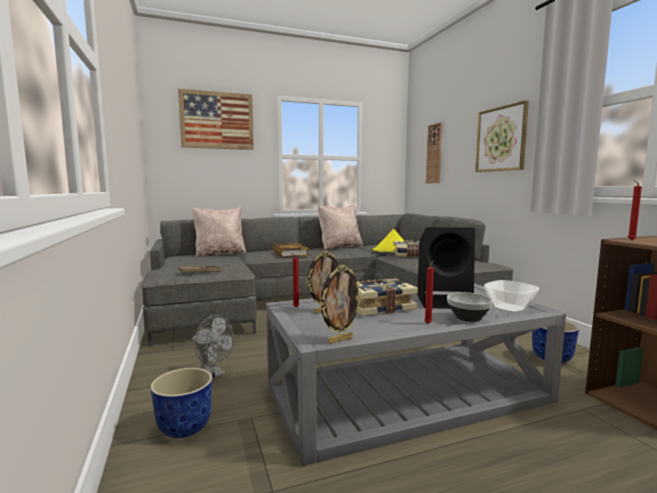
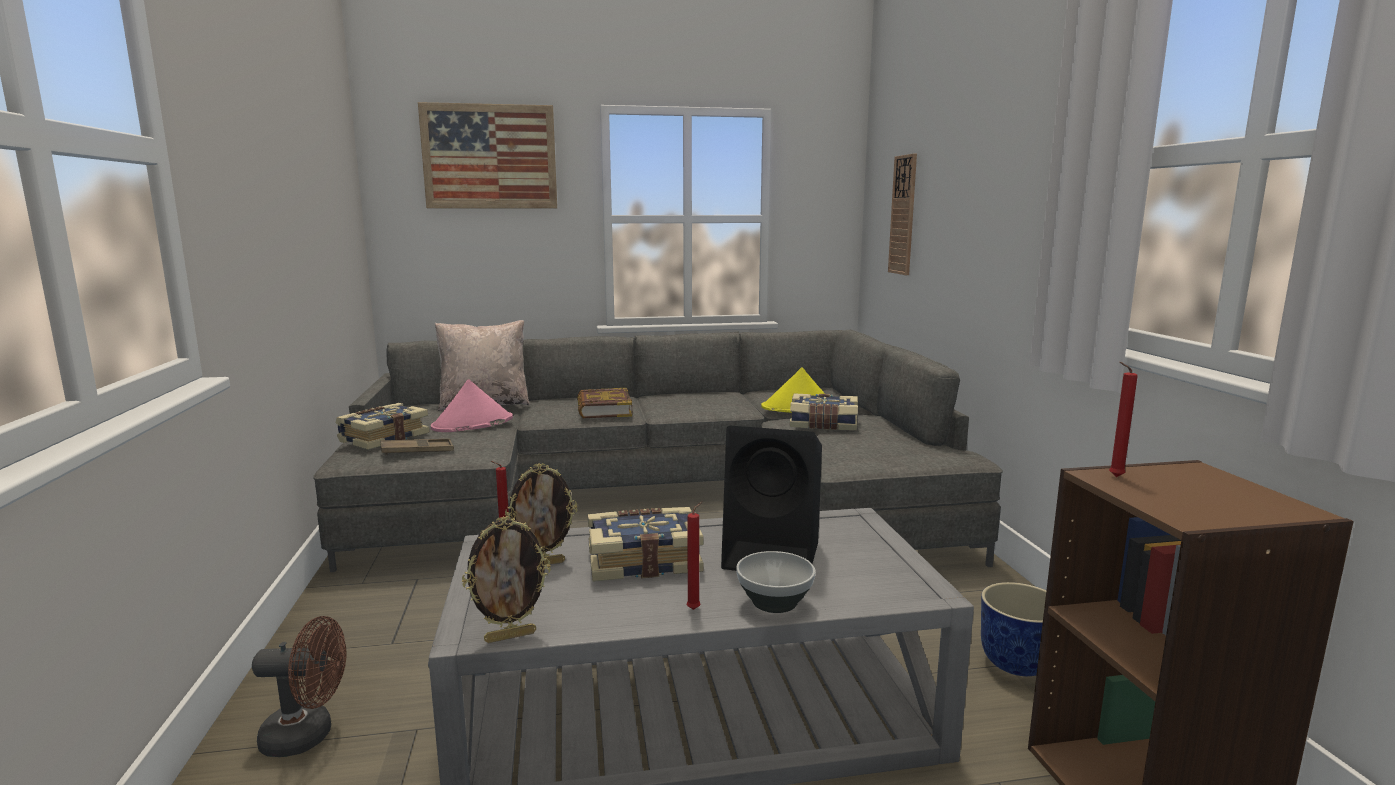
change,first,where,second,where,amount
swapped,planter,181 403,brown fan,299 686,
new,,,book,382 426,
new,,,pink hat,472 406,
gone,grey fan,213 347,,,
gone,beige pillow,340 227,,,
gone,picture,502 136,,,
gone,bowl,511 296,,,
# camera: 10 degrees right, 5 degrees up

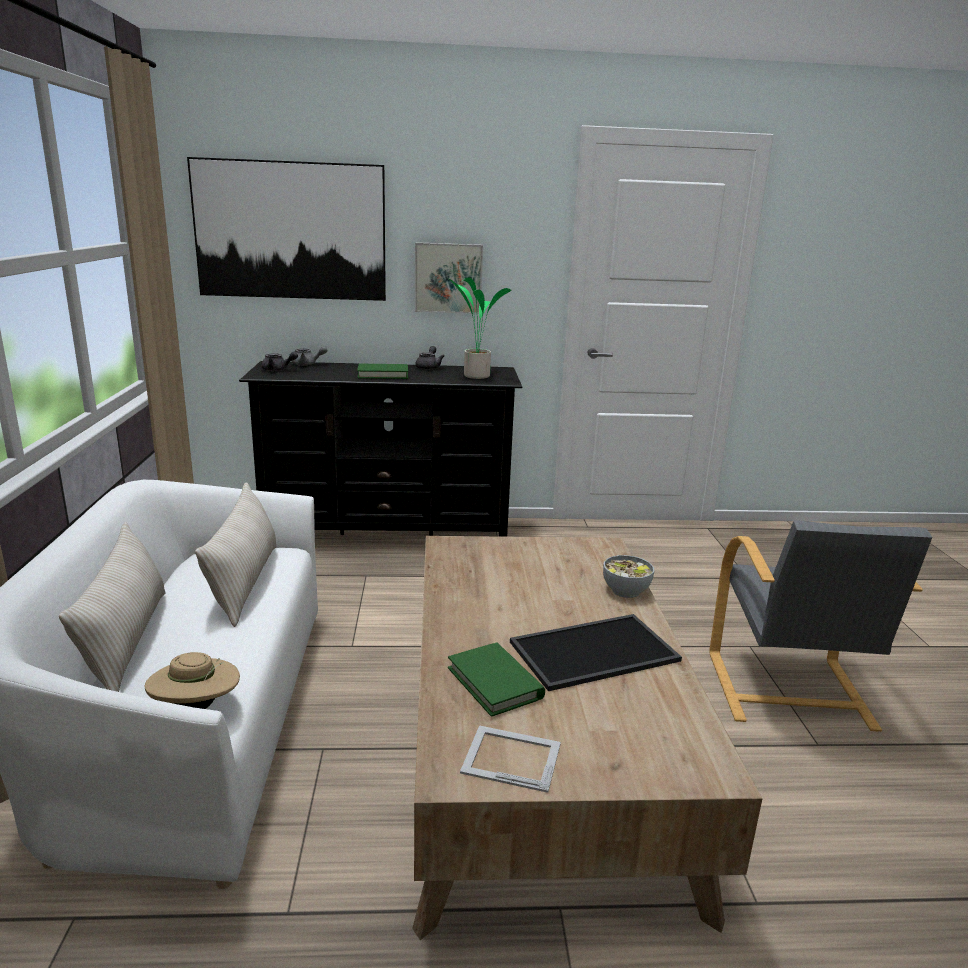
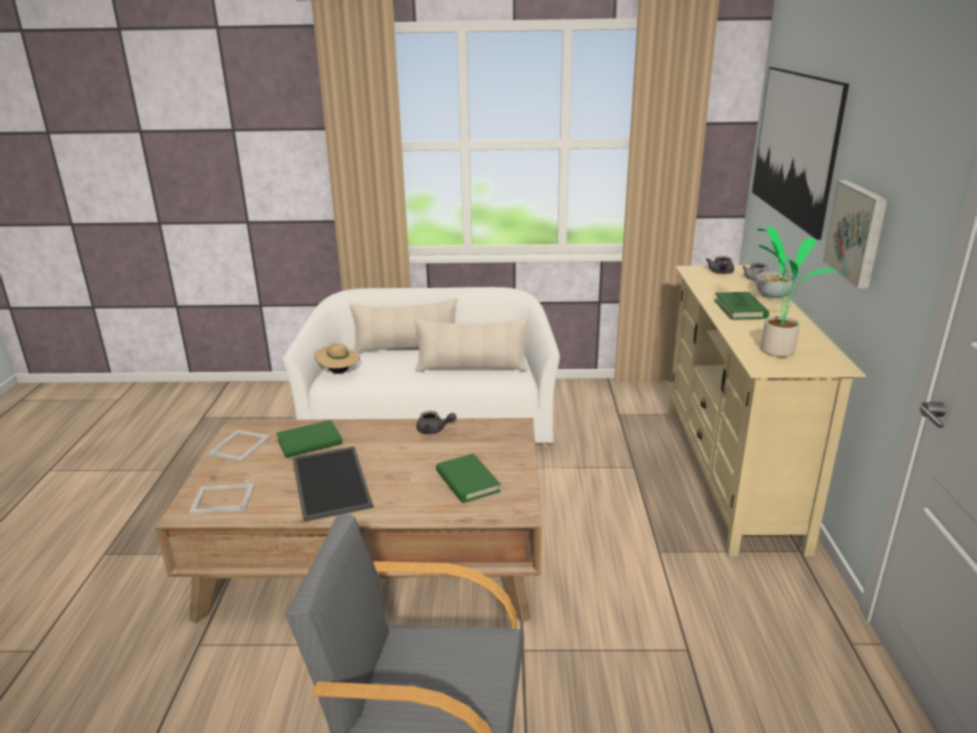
change,first,where,second,where,amount
new,,,picture frame,222 498,
shifted,grey teapot,429 358,,436 422,
new,,,green book,468 478,
repainted,black tv stand,381 449,beige tv stand,767 411,
shifted,bowl,628 576,,775 285,
# camera: 95 degrees right, 5 degrees up

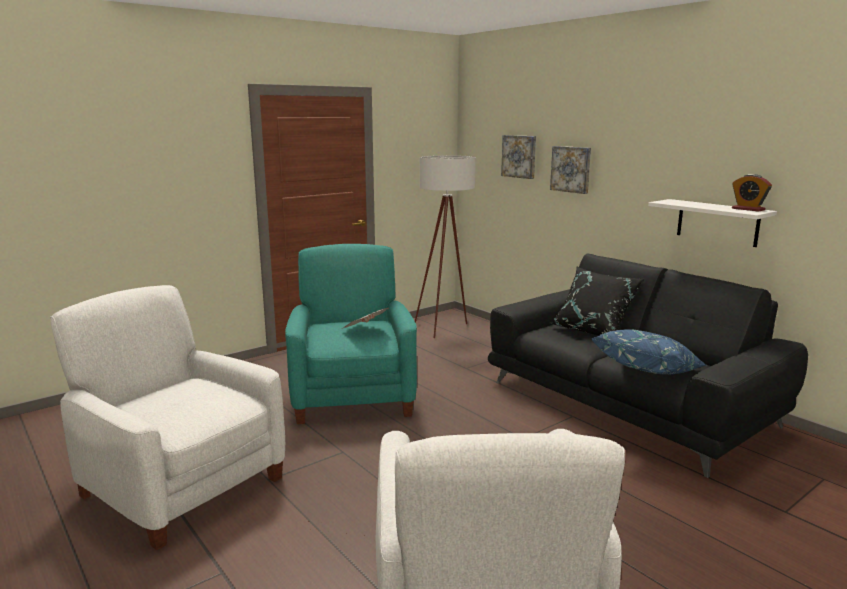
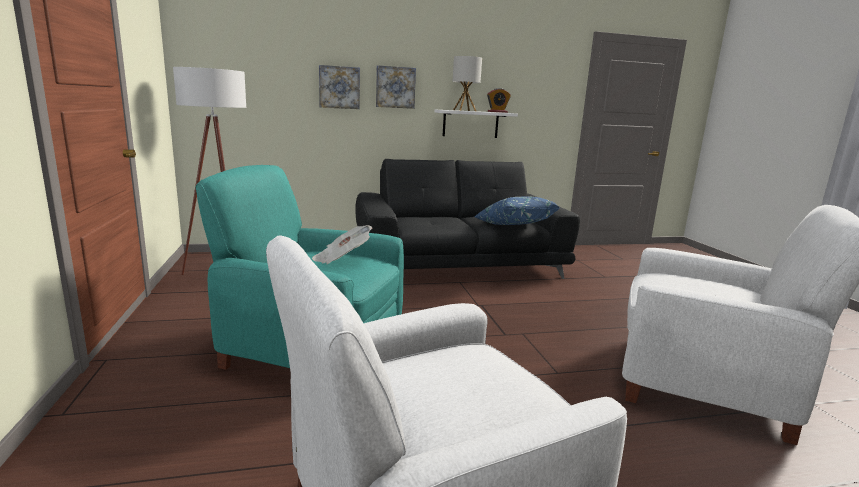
change,first,where,second,where,amount
shifted,picture,518 157,,396 87,
new,,,table lamp,467 83,
gone,black pillow,597 301,,,
# camera: 65 degrees left, 0 degrees up

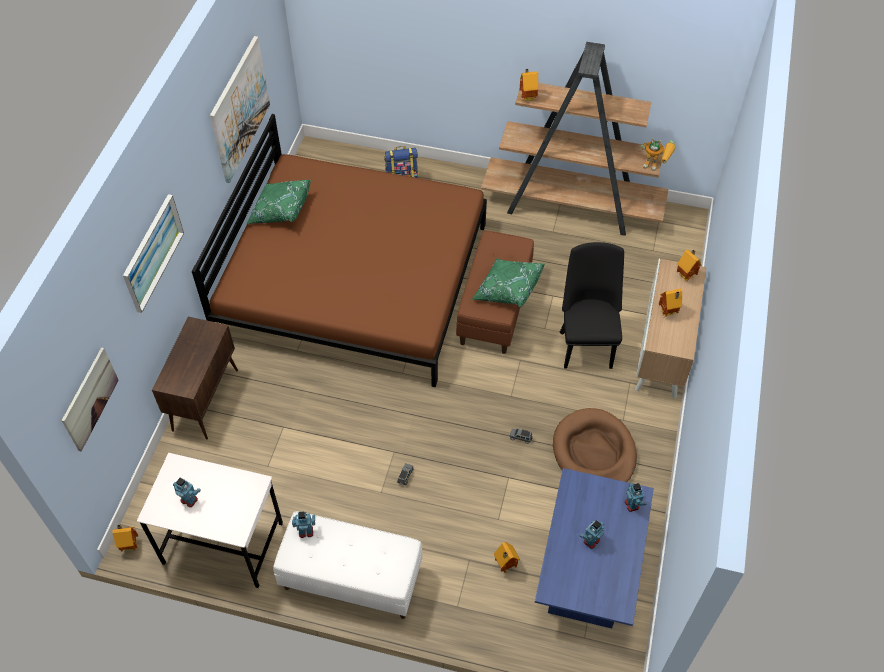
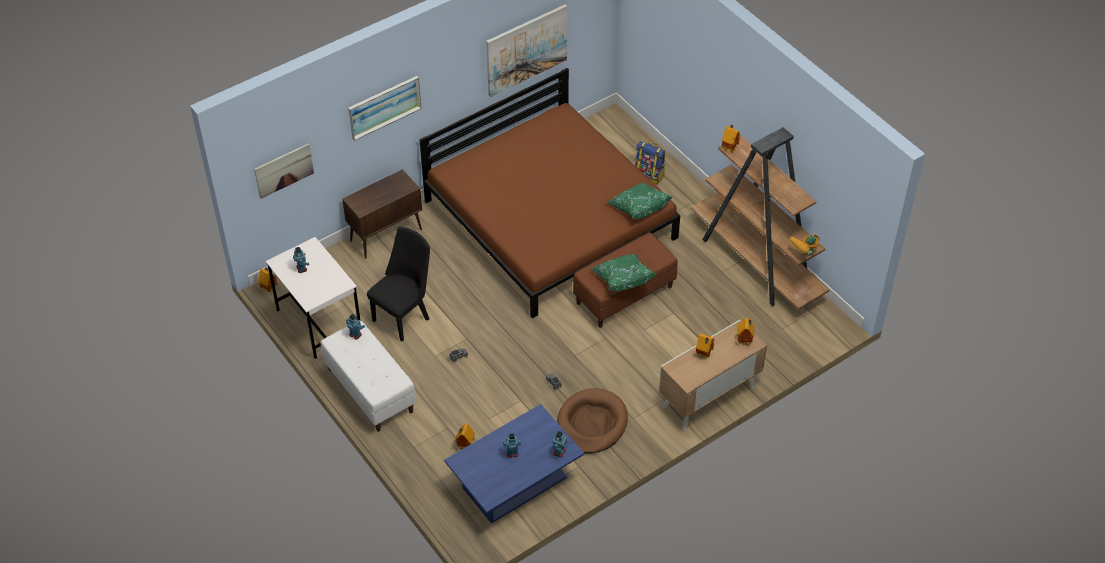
change,first,where,second,where,amount
shifted,black chair,591 305,,398 284,
shifted,green pillow,279 202,,639 201,
rotated,toy robot,657 154,,804 244,75 degrees clockwise
# camera: 40 degrees right, 5 degrees down

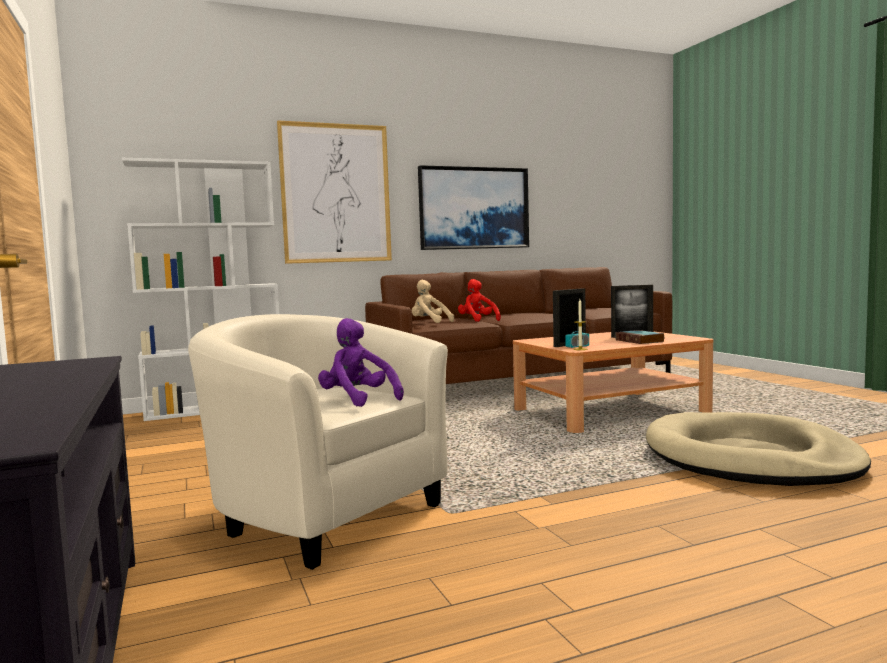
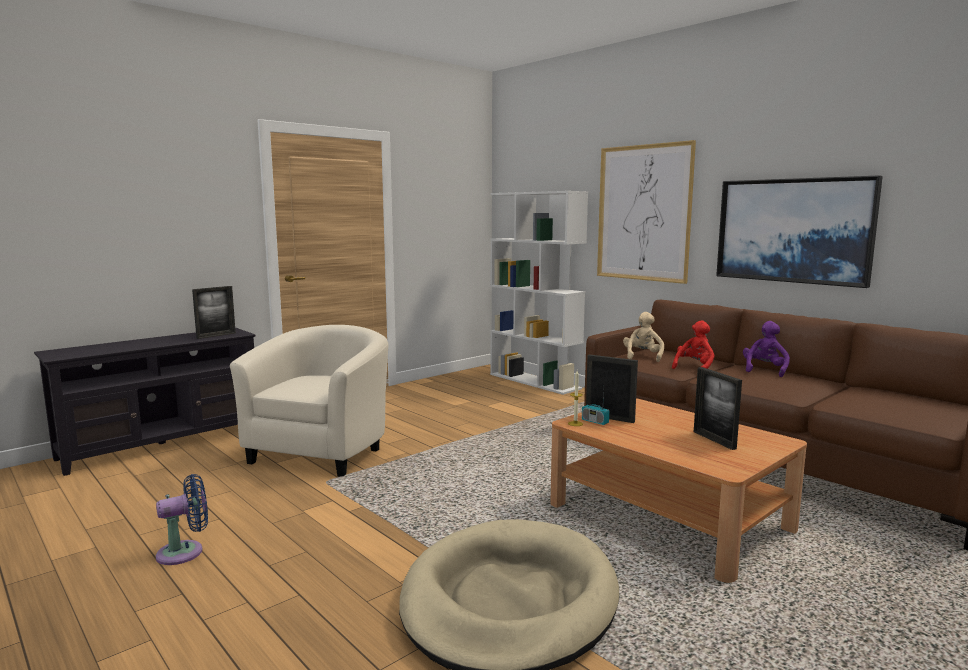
change,first,where,second,where,amount
new,,,blue fan,182 519,
new,,,picture frame,214 312,
shifted,purple plush toy,361 362,,766 349,
gone,book,640 337,,,
# camera: 70 degrees right, 5 degrees up

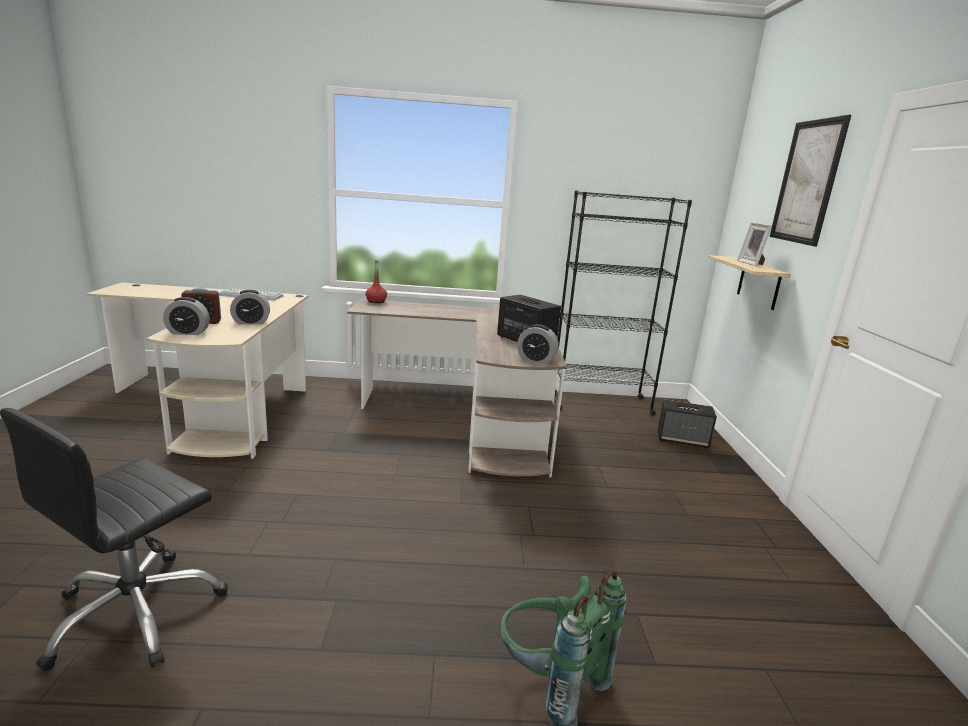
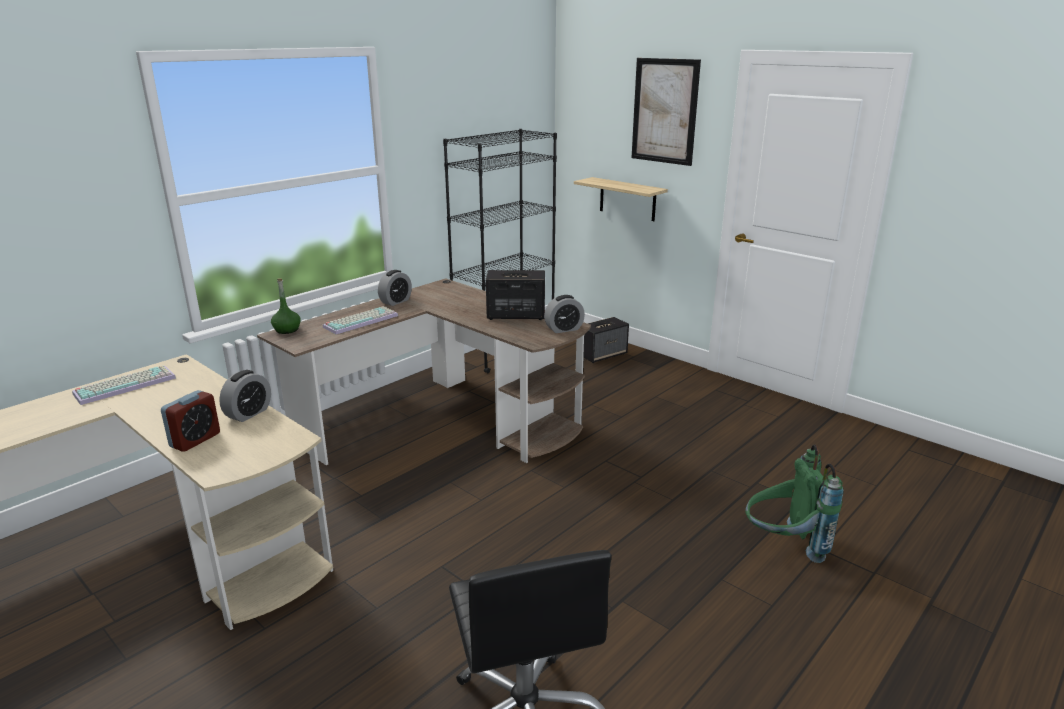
change,first,where,second,where,amount
repainted,red bottle,376 281,green bottle,286 306,
new,,,keyboard,360 320,
shifted,alarm clock,186 316,,395 288,
gone,picture frame,754 244,,,
# camera: 45 degrees left, 5 degrees up

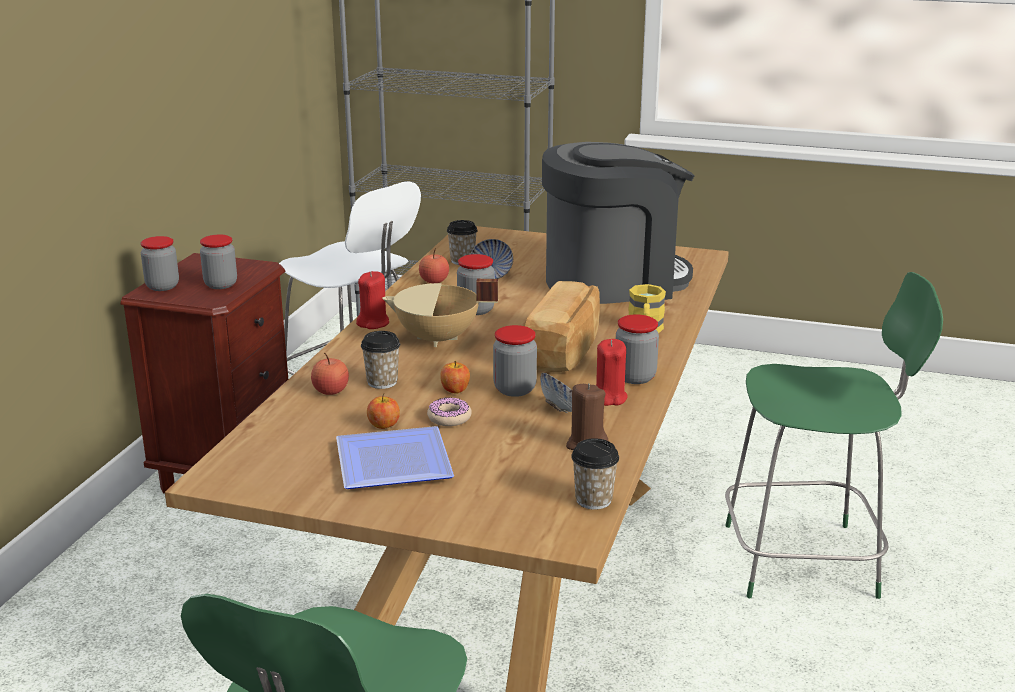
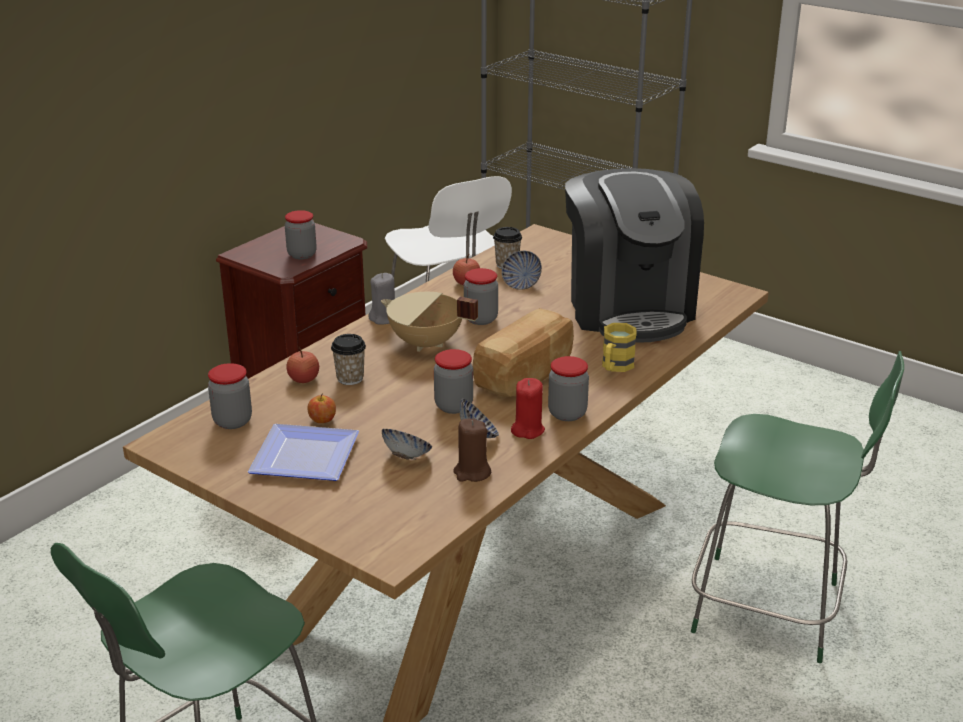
change,first,where,second,where,amount
shifted,jar,160 263,,230 396,
repainted,red candle,372 300,grey candle,382 299,
new,,,bowl,407 444,
rotated,coffee machine,618 223,,634 255,75 degrees clockwise
gone,donut,449 411,,,
gone,apple,455 377,,,
gone,cup,595 474,,,
# camera: 20 degrees right, 5 degrees up

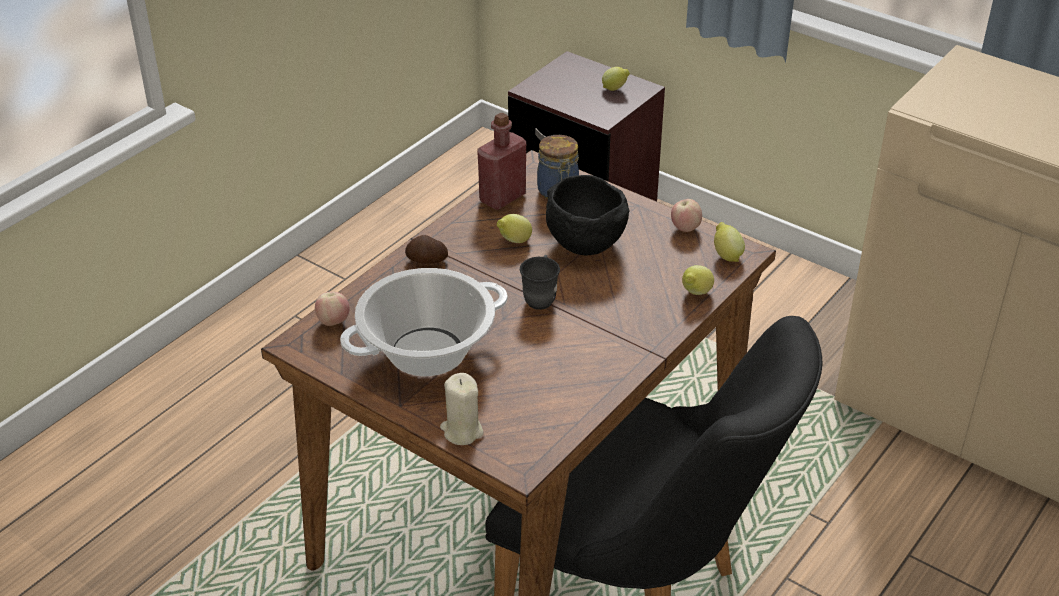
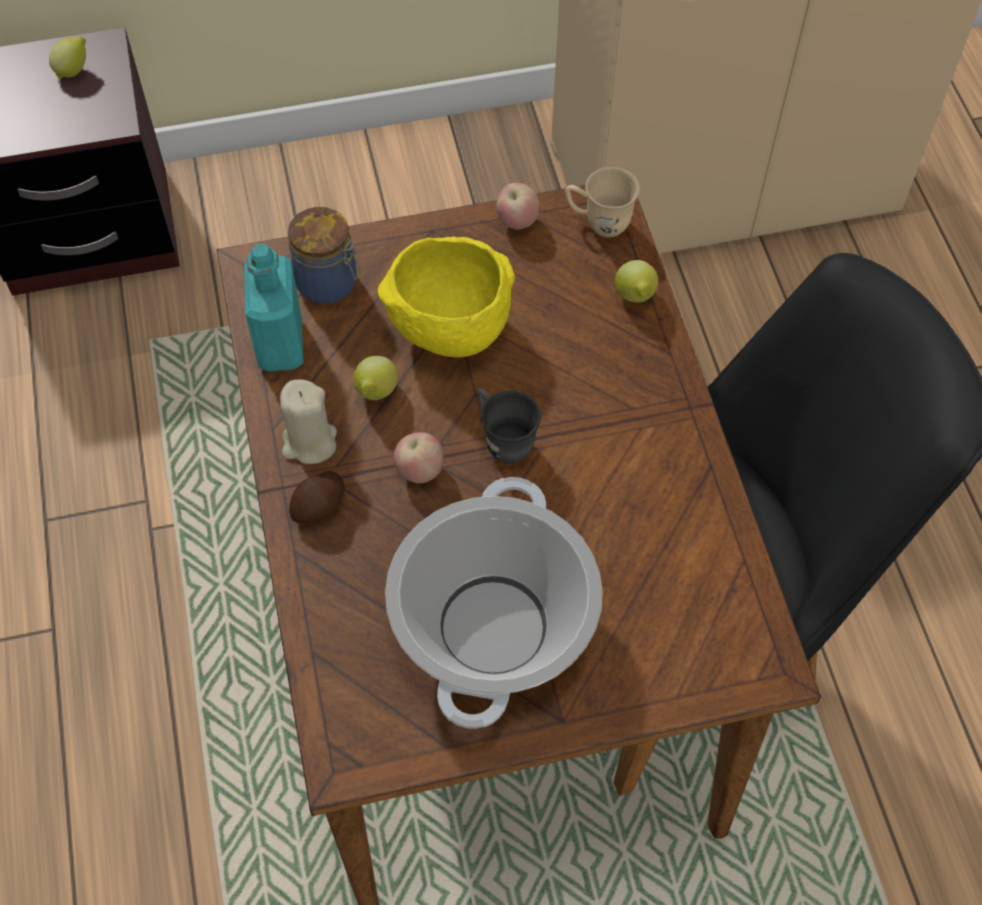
change,first,where,second,where,amount
repainted,red bottle,501 161,turquoise bottle,274 307,
shifted,beige candle,462 409,,308 422,
repainted,black bowl,588 215,yellow bowl,446 297,
shifted,apple,332 308,,419 457,
swapped,lemon,729 242,beige mug,602 202,
# camera: 50 degrees left, 20 degrees up

